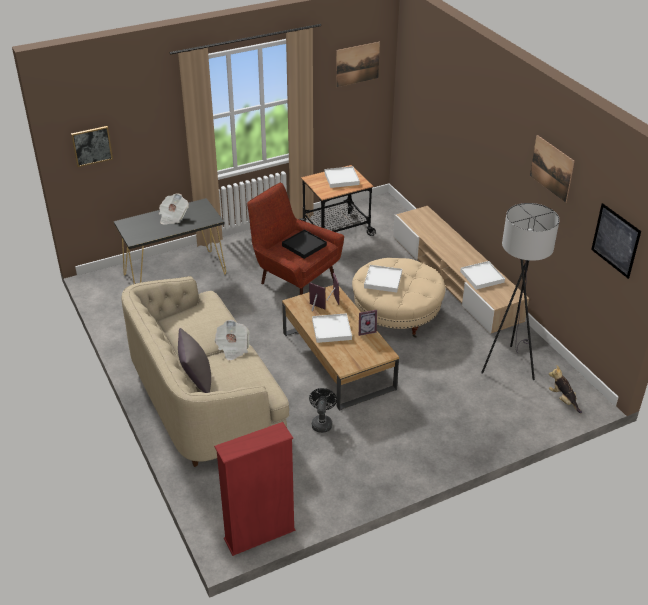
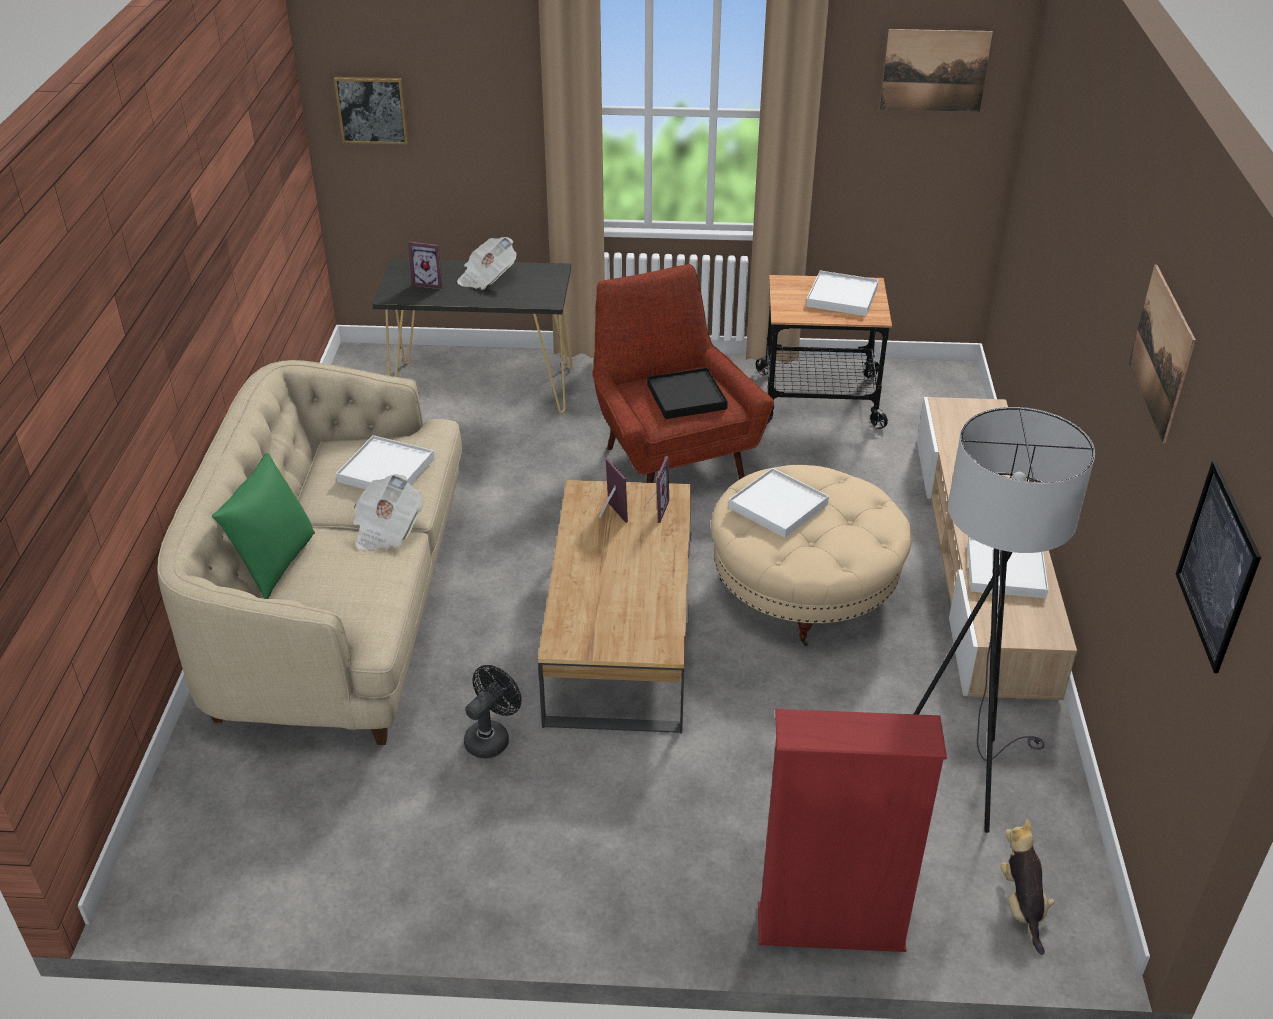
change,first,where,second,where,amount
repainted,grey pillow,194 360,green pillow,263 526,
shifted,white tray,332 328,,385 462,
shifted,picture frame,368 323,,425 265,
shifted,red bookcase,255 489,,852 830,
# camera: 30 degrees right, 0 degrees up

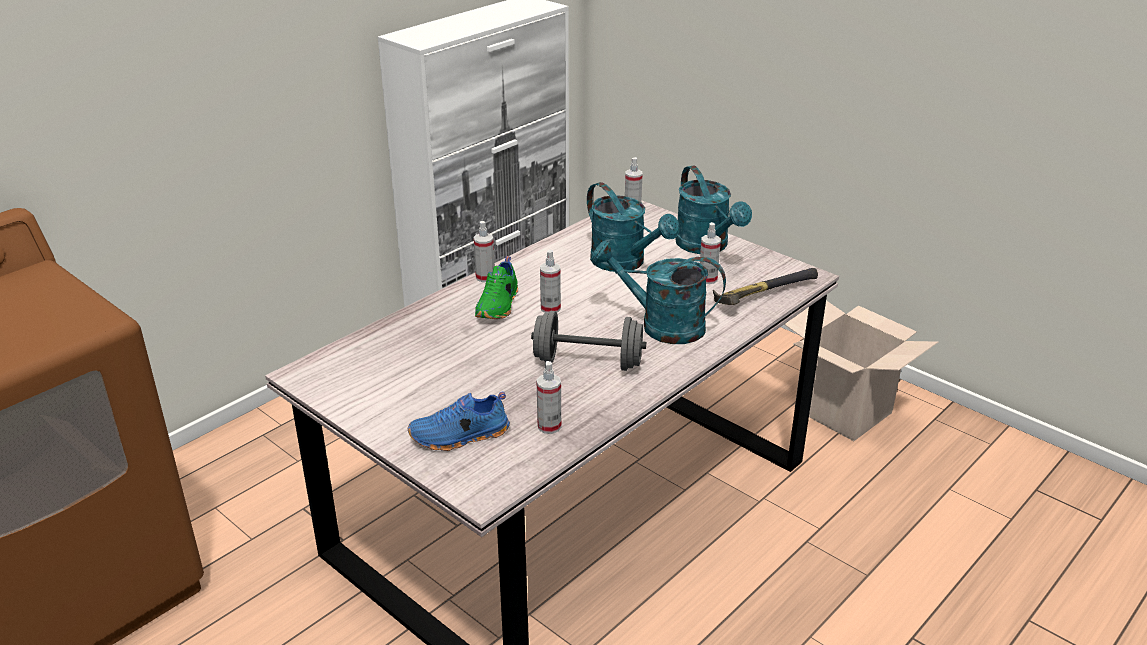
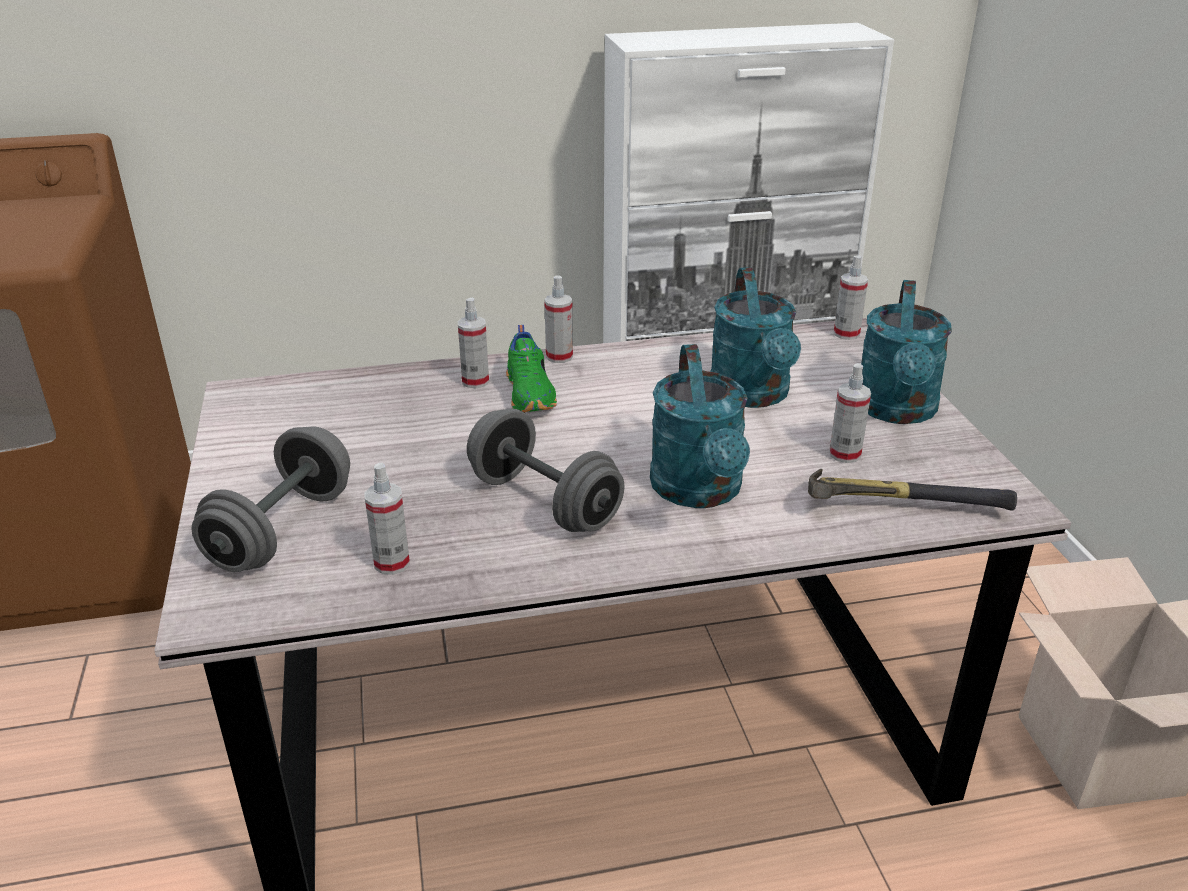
change,first,where,second,where,amount
swapped,blue shoe,459 421,grey dumbbell,270 499,
shifted,spray bottle,550 281,,473 343,
rotated,green shoe,496 287,,531 368,60 degrees counterclockwise
rotated,turquoise watering can,658 292,,700 426,150 degrees counterclockwise
# camera: 35 degrees right, 0 degrees up

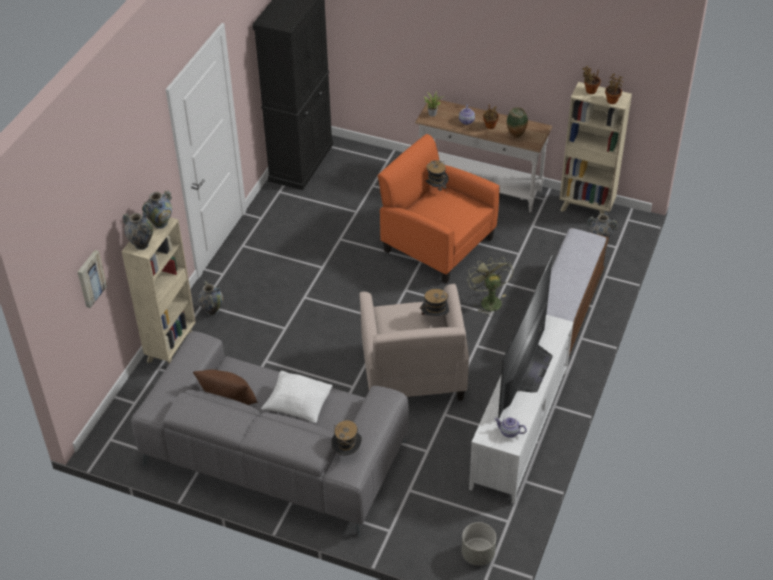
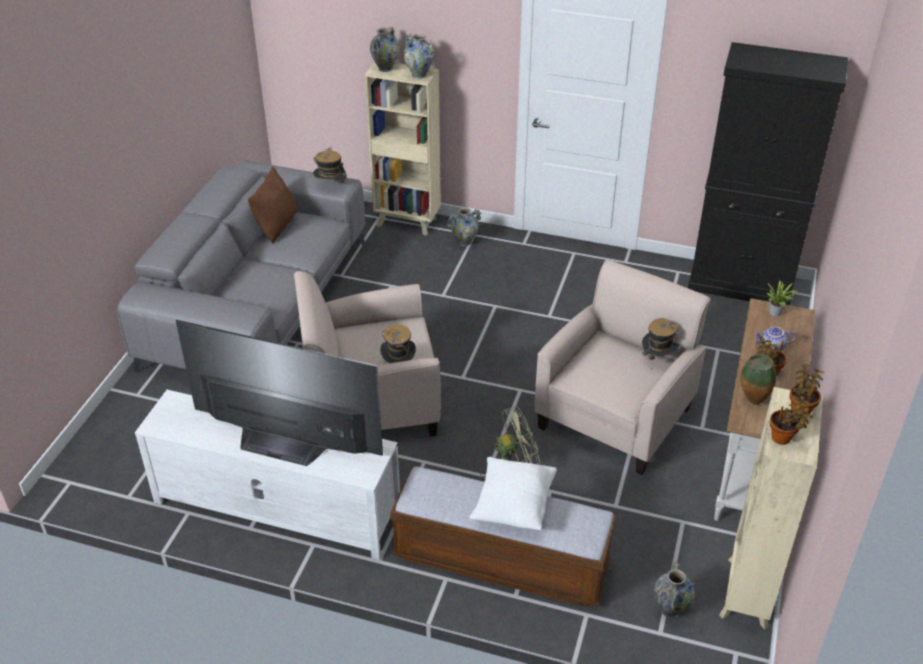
change,first,where,second,where,amount
shifted,hat,346 438,,330 165,
shifted,white pillow,296 397,,513 493,
repainted,orange armchair,439 209,beige armchair,623 367,
gone,picture,92 279,,,
gone,grey planter,479 544,,,
gone,teapot,510 427,,,
# camera: 85 degrees right, 5 degrees down

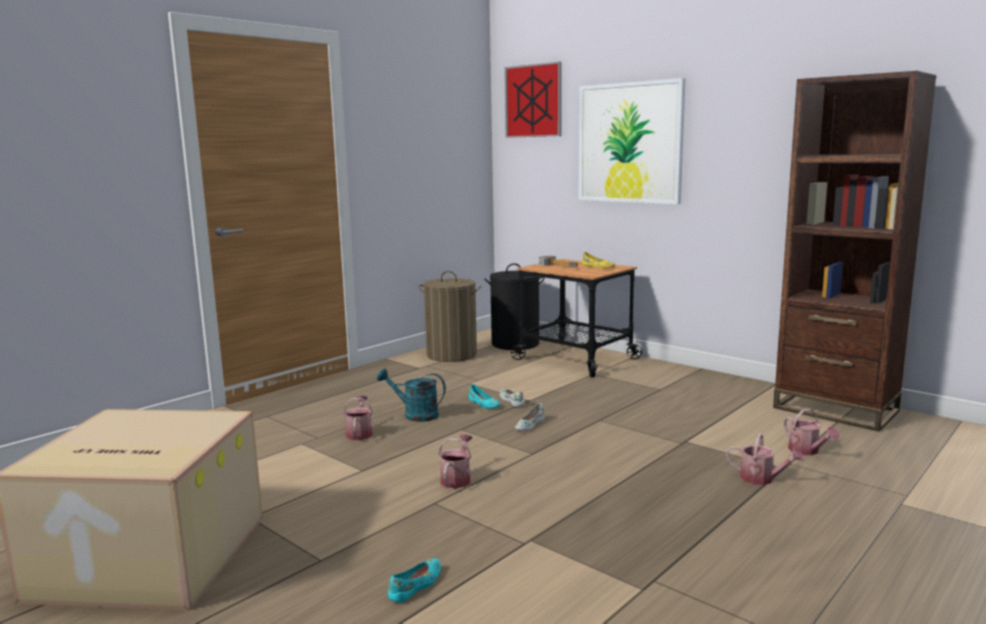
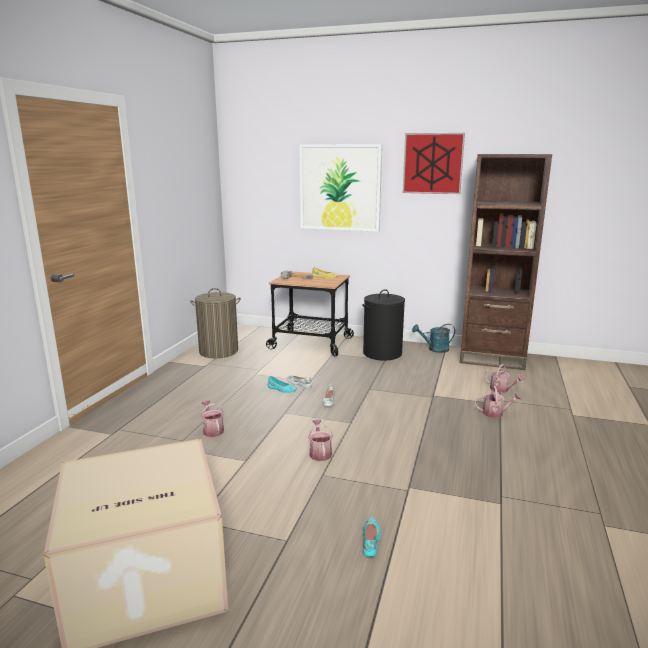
change,first,where,second,where,amount
shifted,black laundry basket,514 306,,383 325,
shifted,picture,533 99,,433 163,
shifted,turquoise watering can,411 395,,433 338,
# camera: 25 degrees left, 5 degrees up

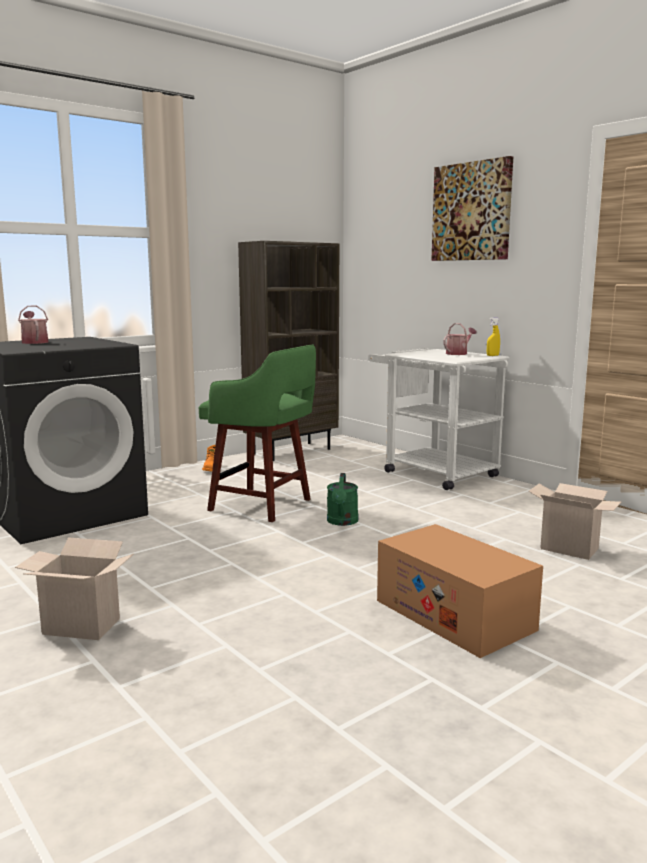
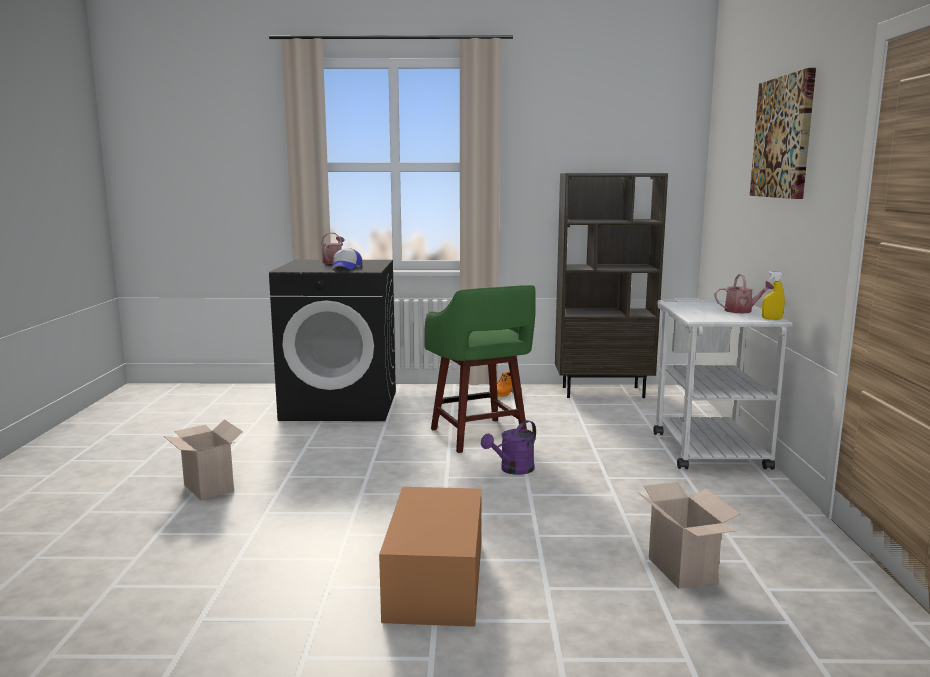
change,first,where,second,where,amount
new,,,cap,347 259,
repainted,green watering can,342 499,purple watering can,508 447,
# camera: 40 degrees right, 0 degrees up

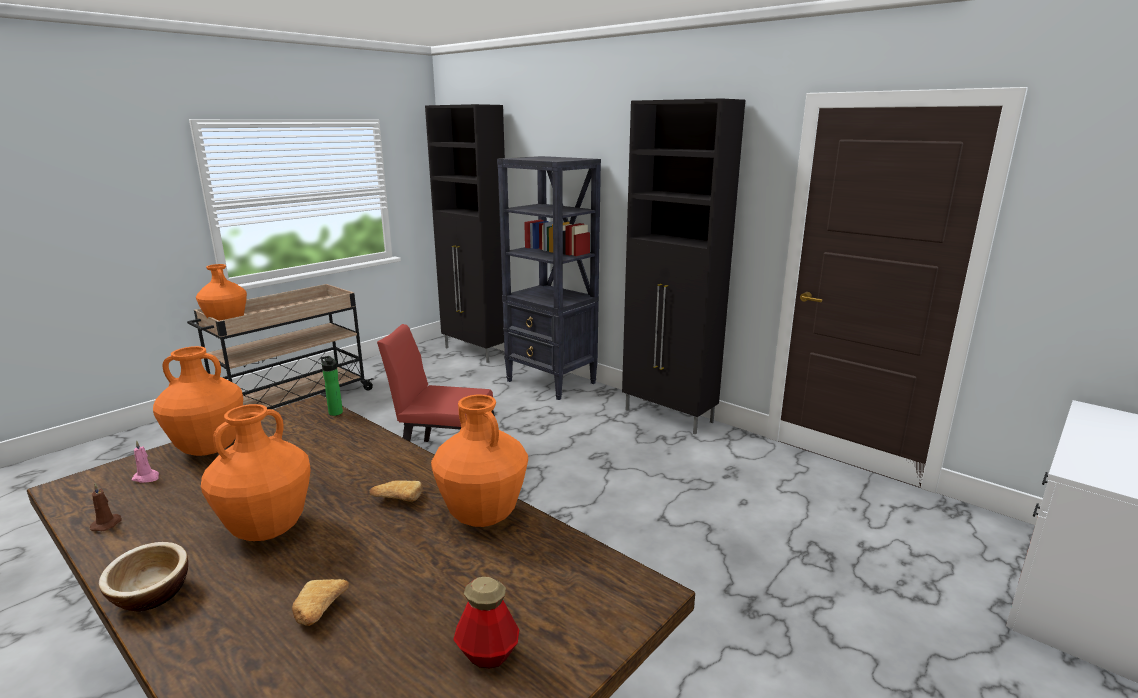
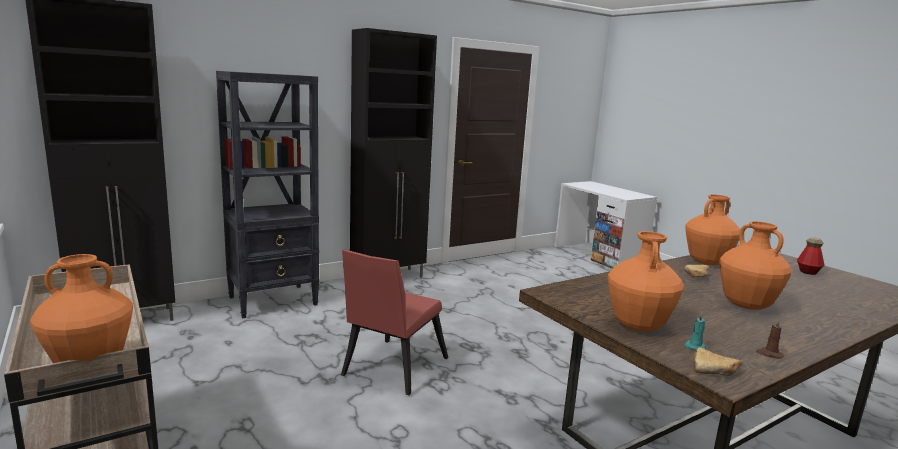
change,first,where,second,where,amount
repainted,pink candle,145 461,turquoise candle,695 331,
shifted,bread,320 602,,718 361,
gone,bowl,143 576,,,
gone,bottle,332 386,,,
# camera: 75 degrees left, 5 degrees down

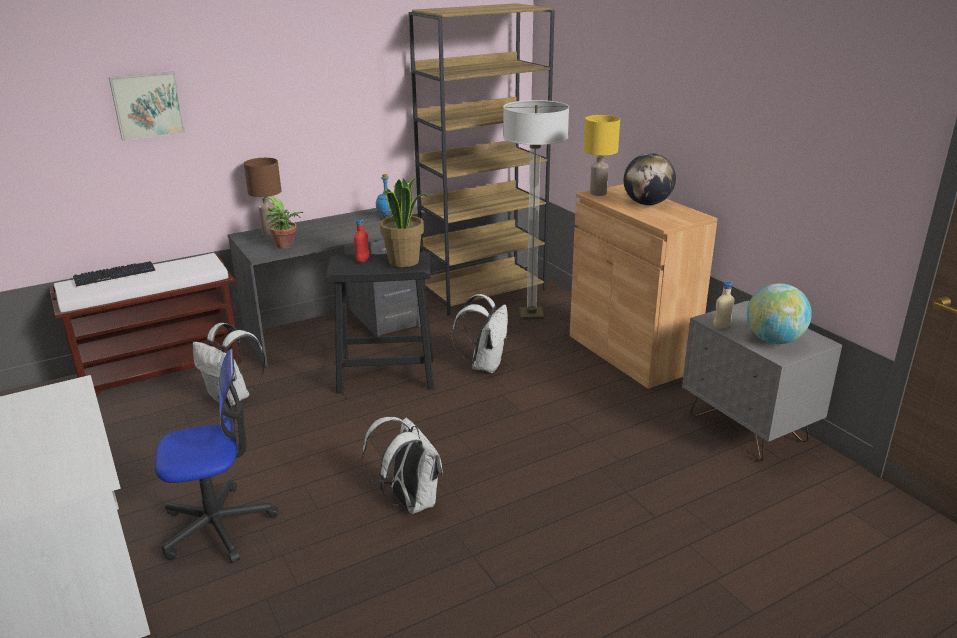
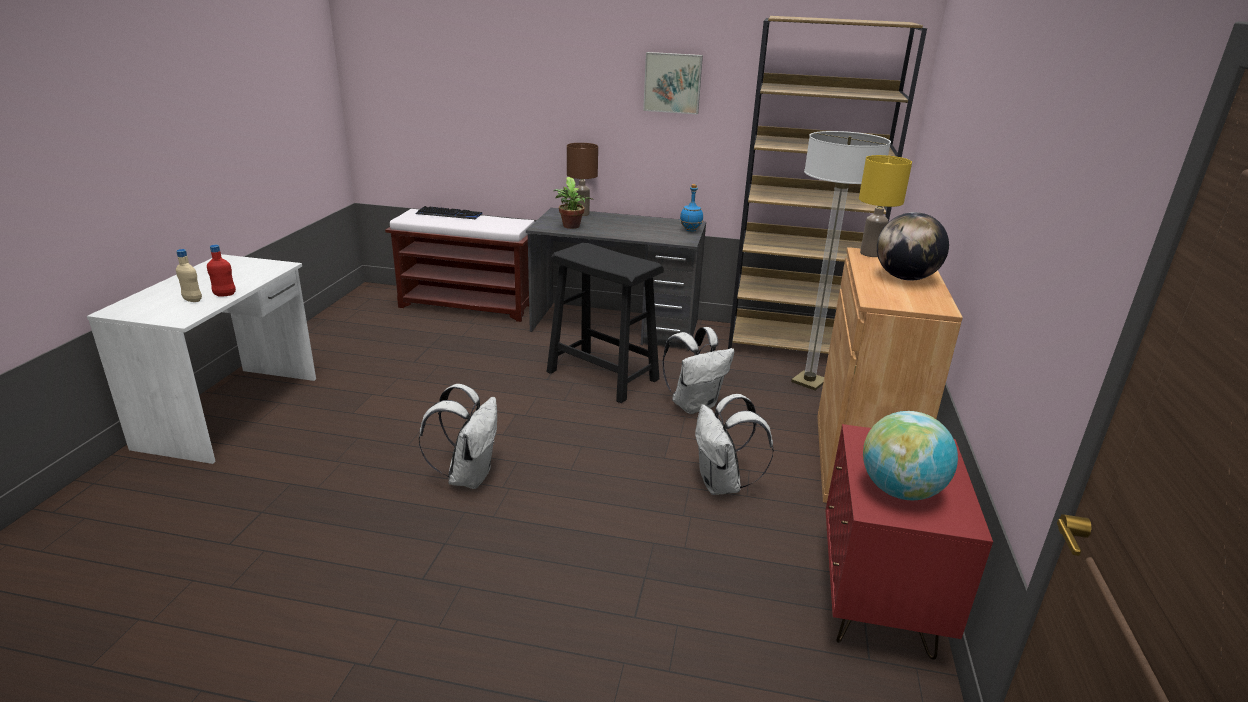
change,first,where,second,where,amount
shifted,beige bottle,723 305,,189 275,
shifted,red bottle,362 241,,221 270,
shifted,picture,147 106,,673 83,
shifted,white backpack,229 364,,734 444,
repainted,grey nightstand,762 381,red nightstand,909 542,
gone,office chair,216 456,,,
gone,potted plant,404 222,,,
# camera: 40 degrees right, 0 degrees up

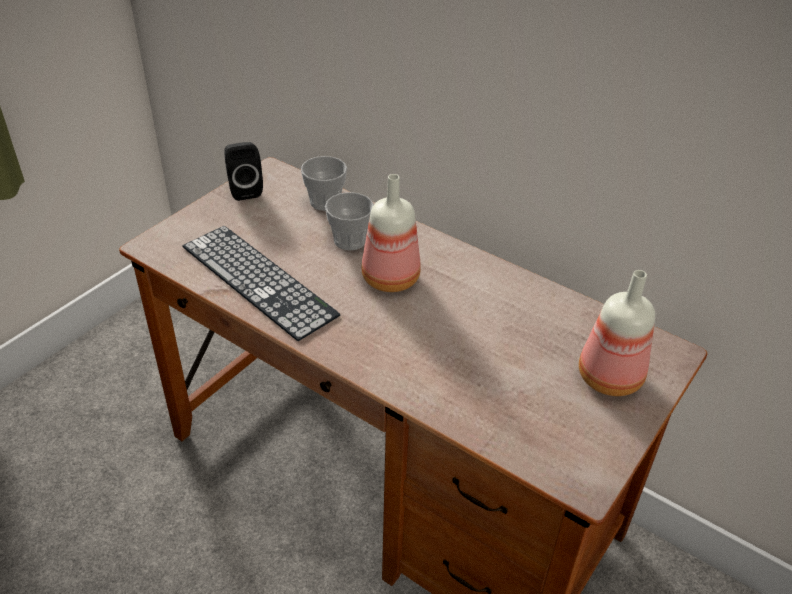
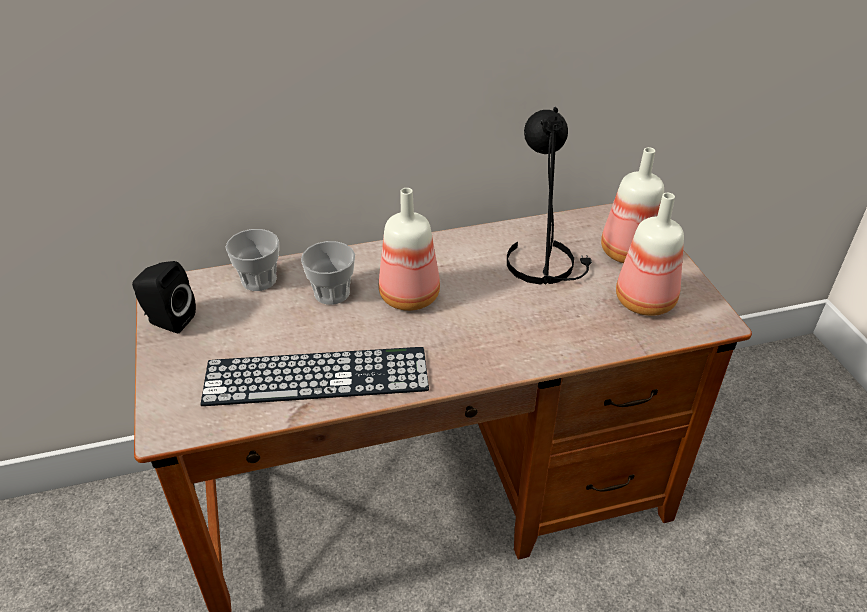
change,first,where,second,where,amount
new,,,black table lamp,549 196,
new,,,bottle,650 254,
# camera: 50 degrees left, 0 degrees up

